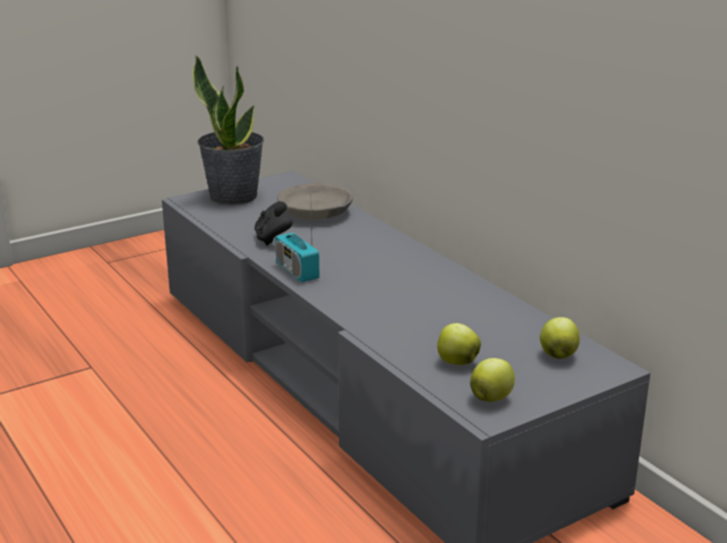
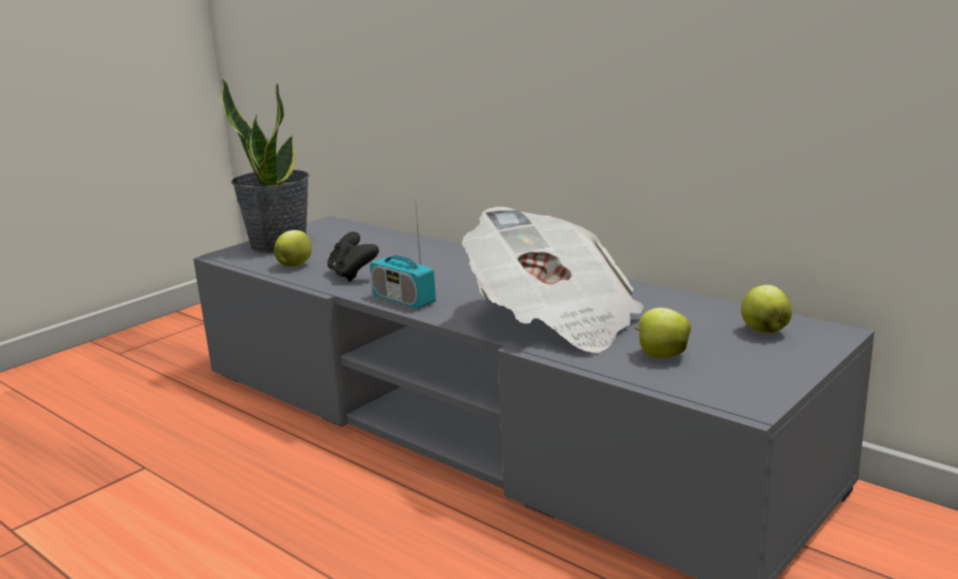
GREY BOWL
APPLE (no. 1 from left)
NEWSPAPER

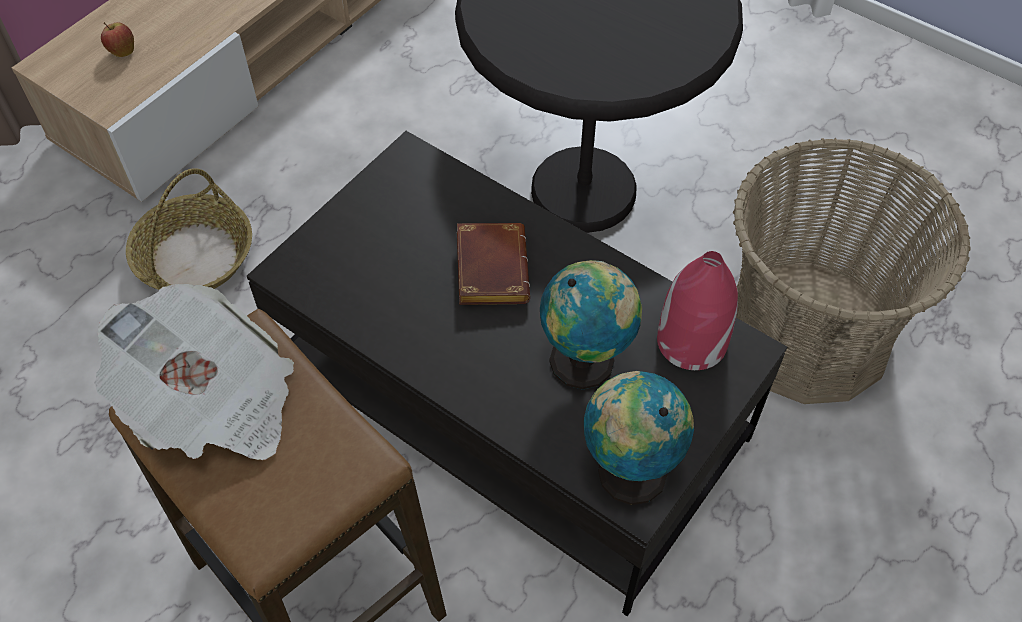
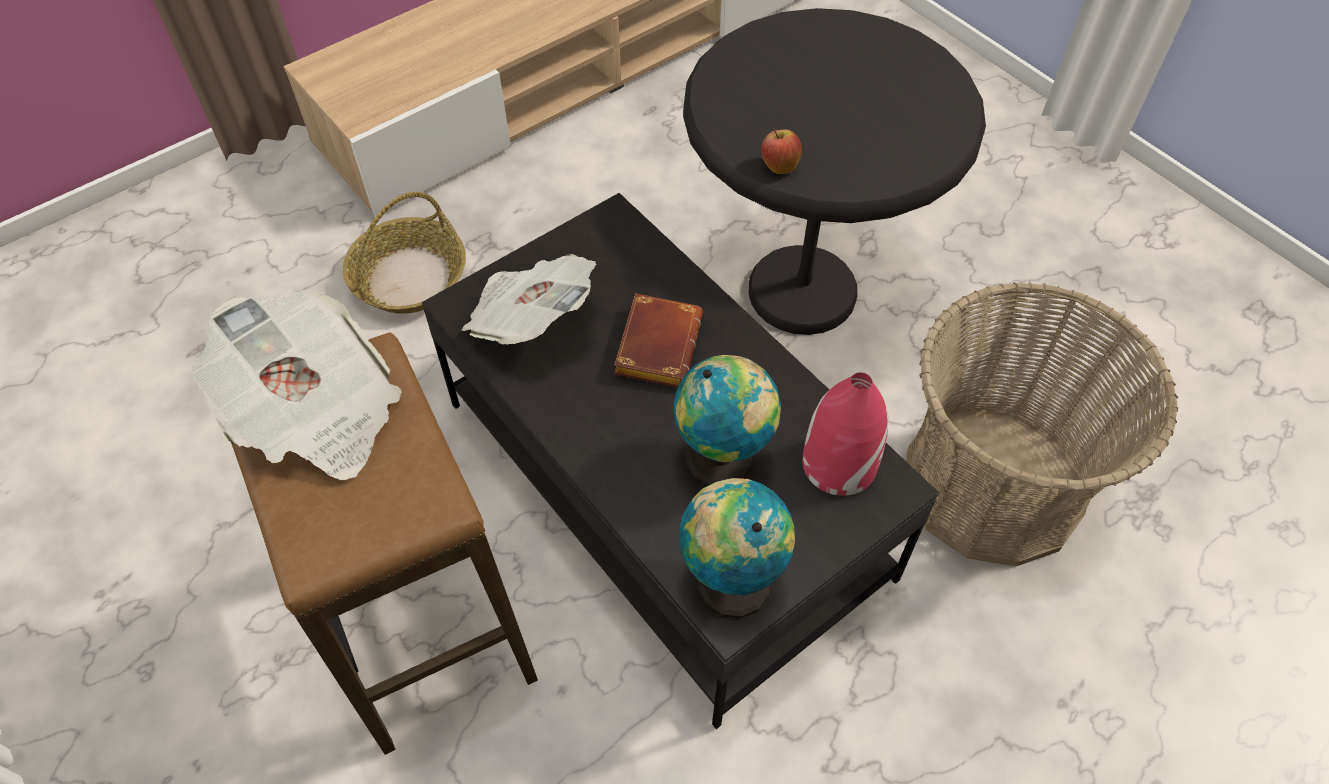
APPLE
NEWSPAPER (no. 2 from left)

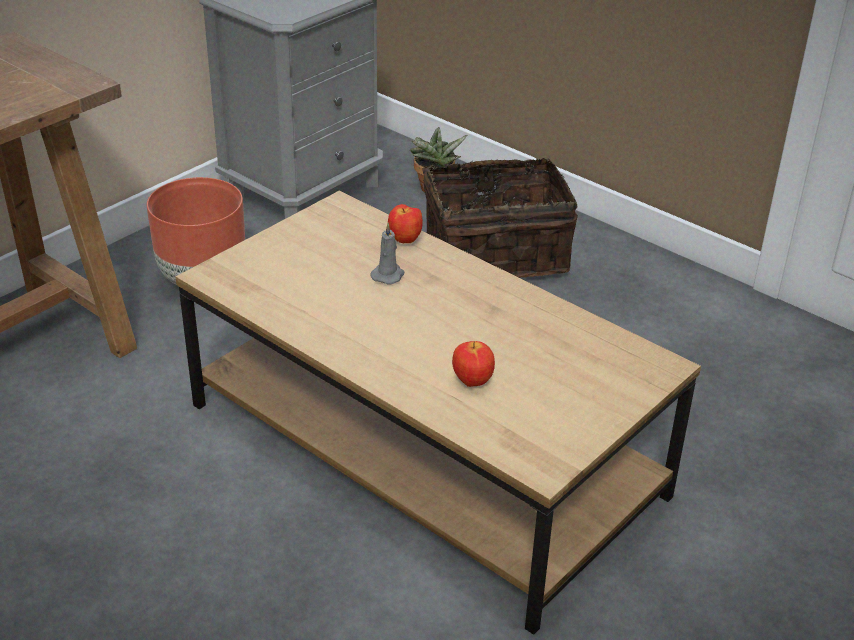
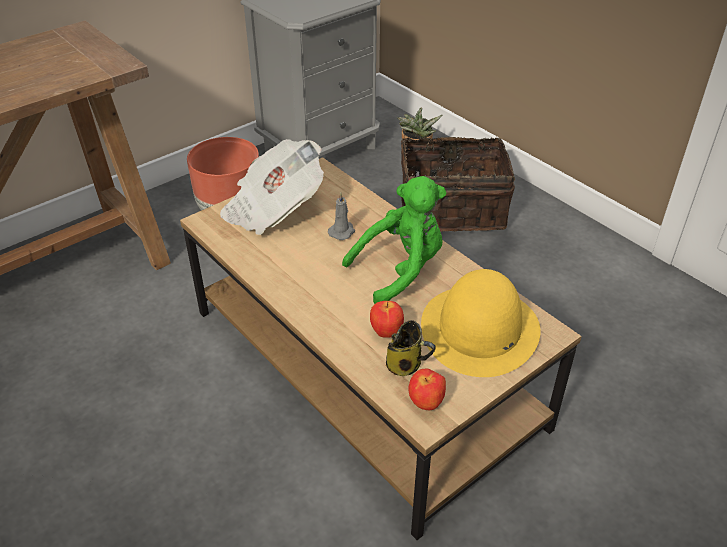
APPLE (no. 2 from left)
NEWSPAPER
GREEN PLUSH TOY
MUG
YELLOW HAT

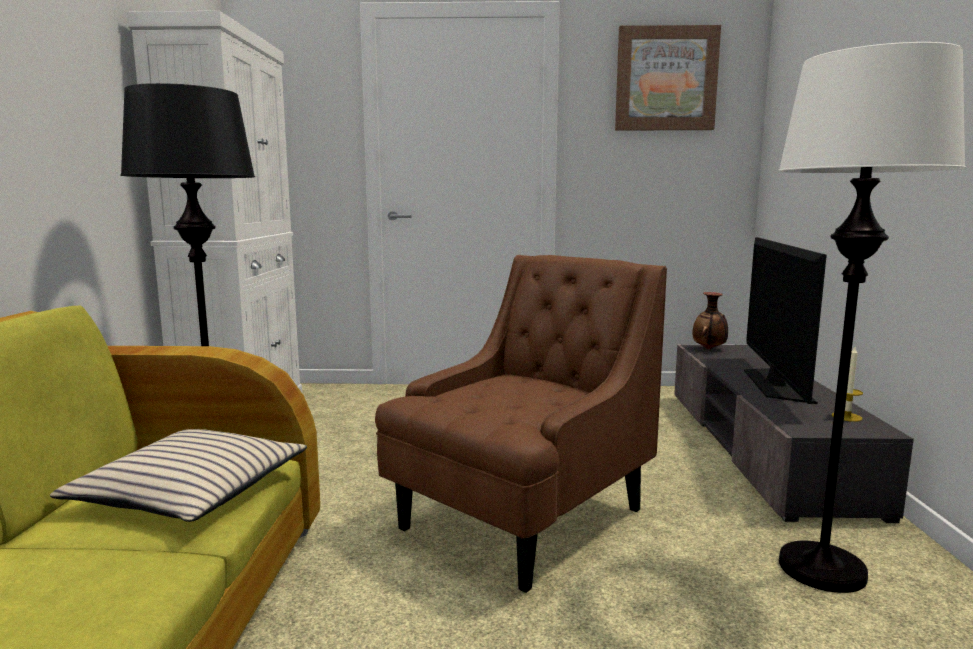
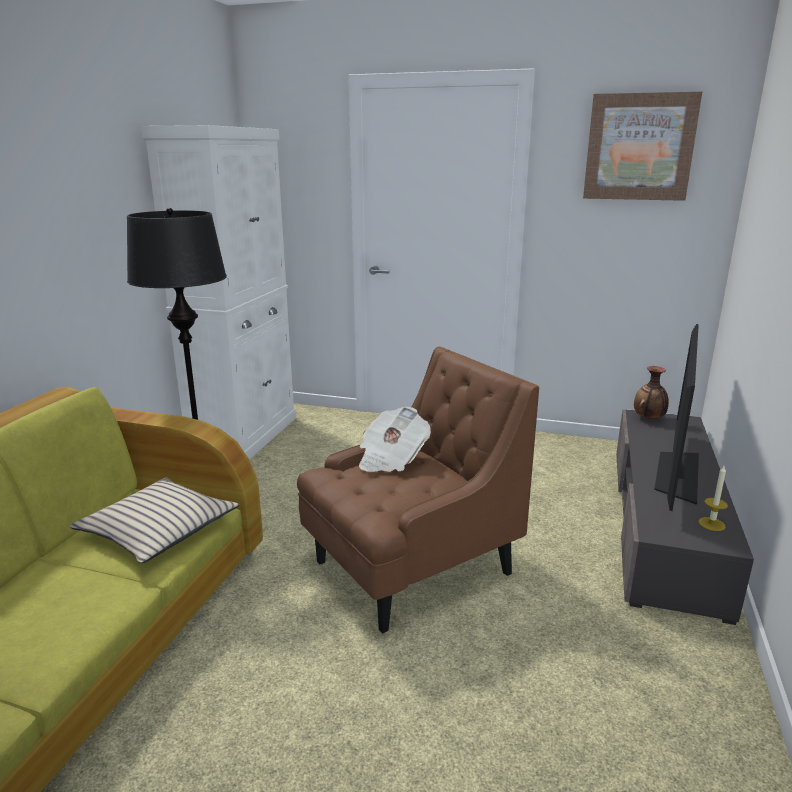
WHITE FLOOR LAMP
NEWSPAPER

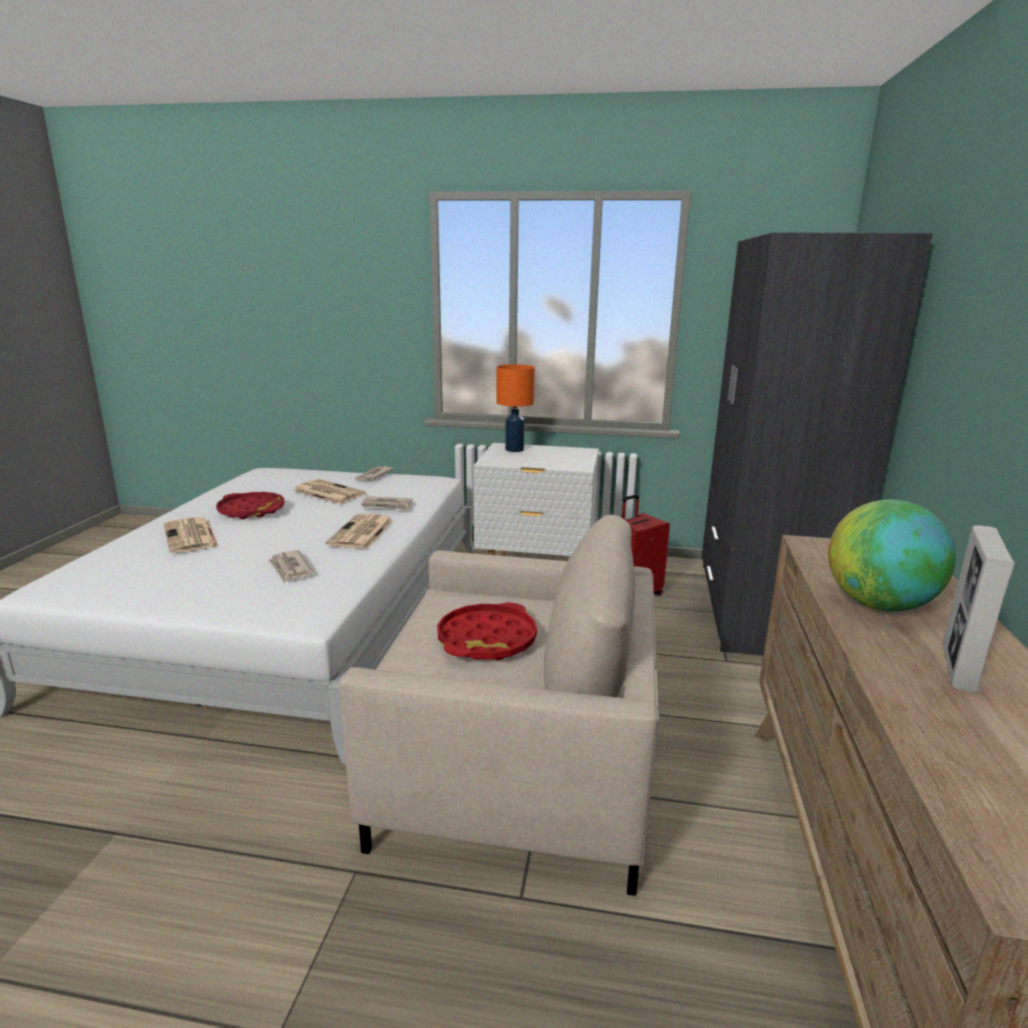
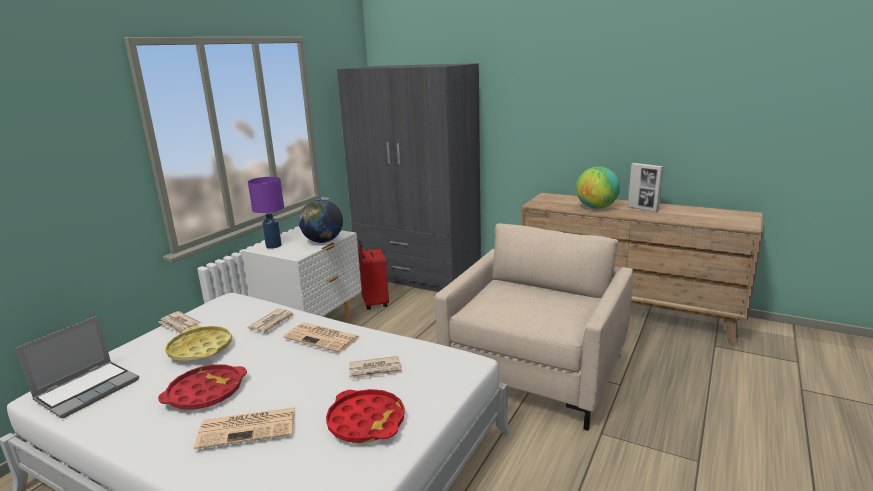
YELLOW TRAY
RED TRAY (no. 2 from left)
PURPLE TABLE LAMP
LAPTOP
GLOBE (no. 1 from left)

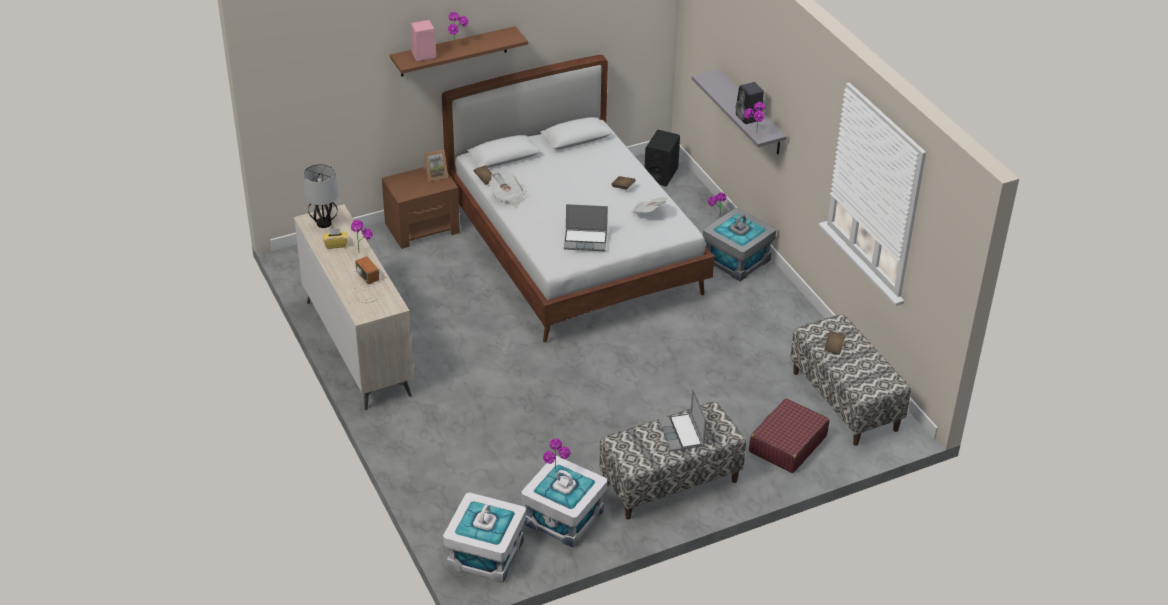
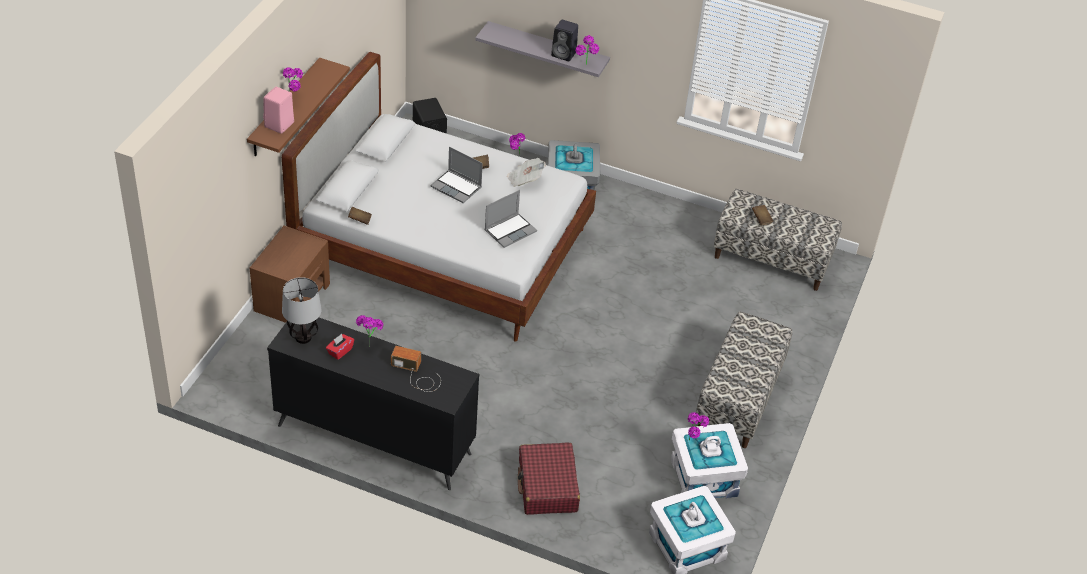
BLACK DRESSER
RED TISSUE BOX
PICTURE FRAME
NEWSPAPER (no. 1 from left in the first image)
LAPTOP (no. 1 from left)
RED SUITCASE

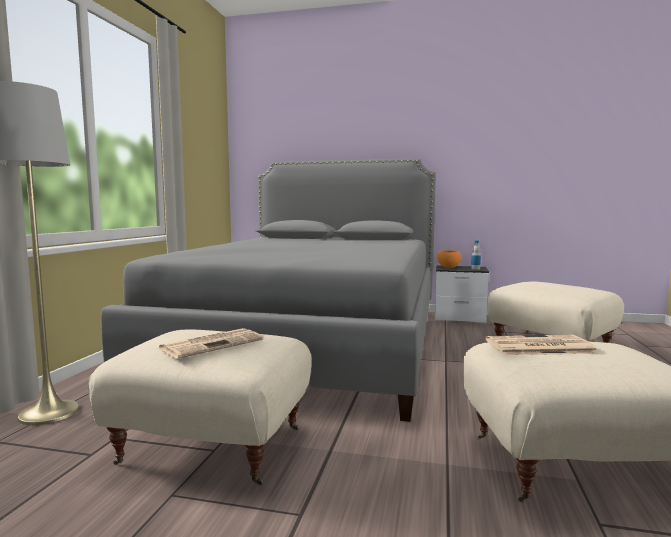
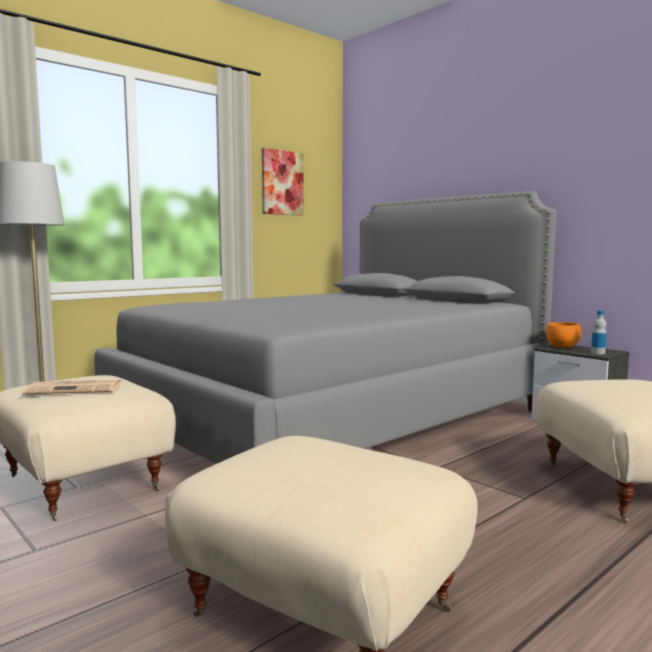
NEWSPAPER (no. 2 from left in the first image)
PICTURE

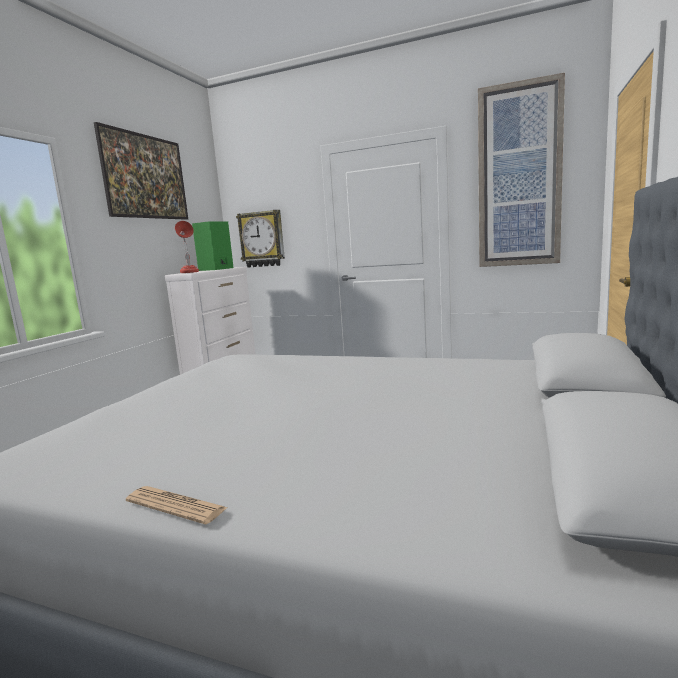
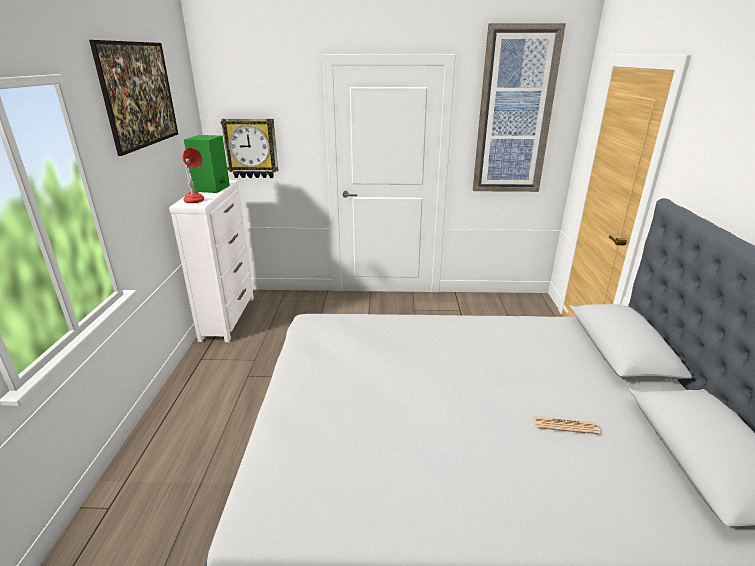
NEWSPAPER

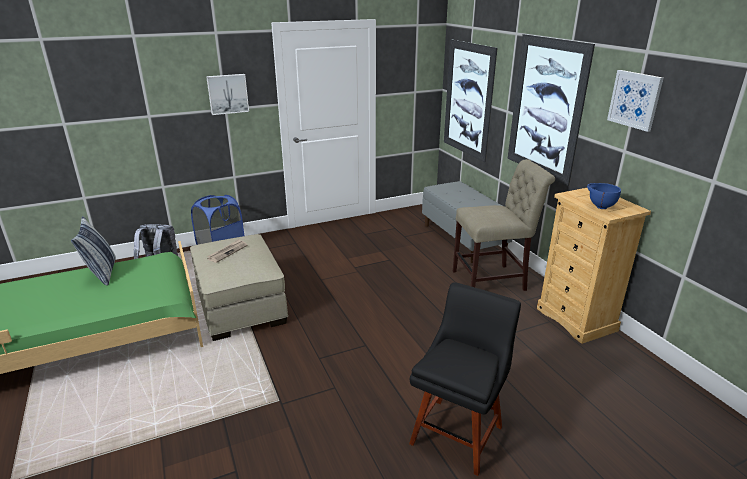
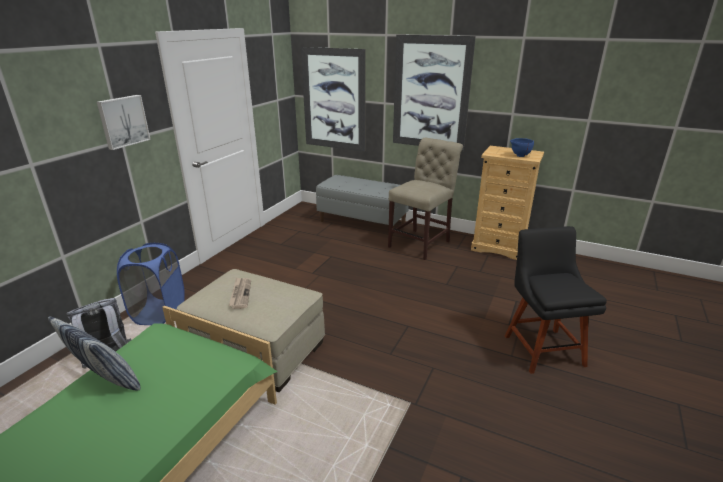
PICTURE (no. 4 from left in the first image)

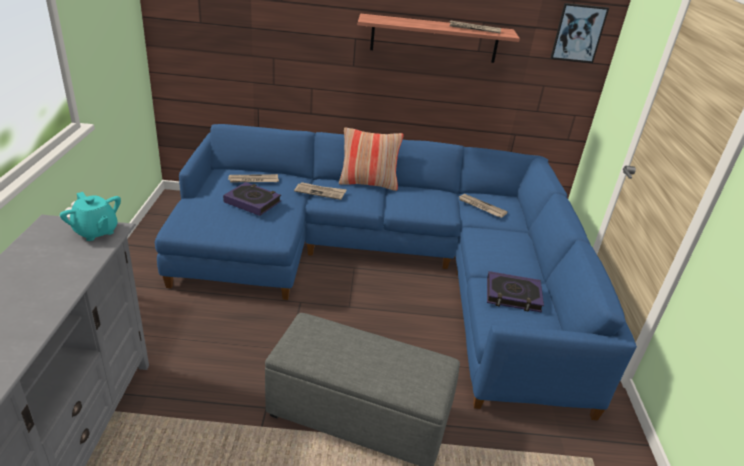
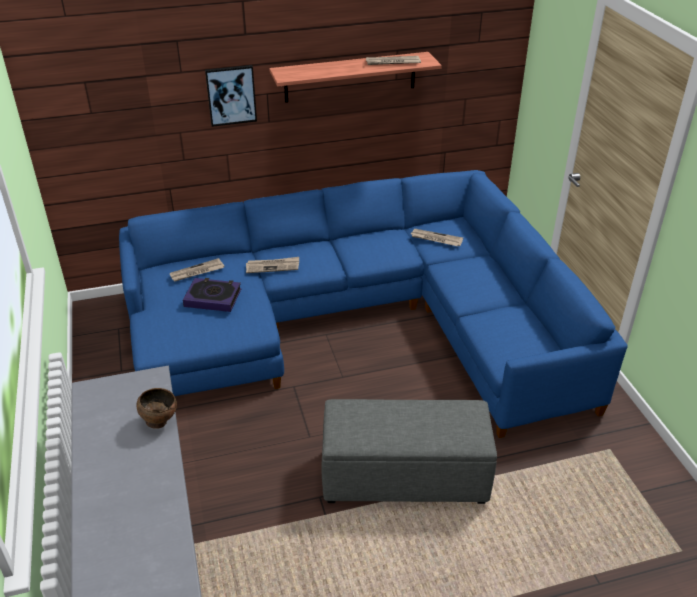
TURQUOISE TEAPOT
PILLOW
BOOK (no. 2 from left in the first image)
PICTURE
BROWN BOWL

